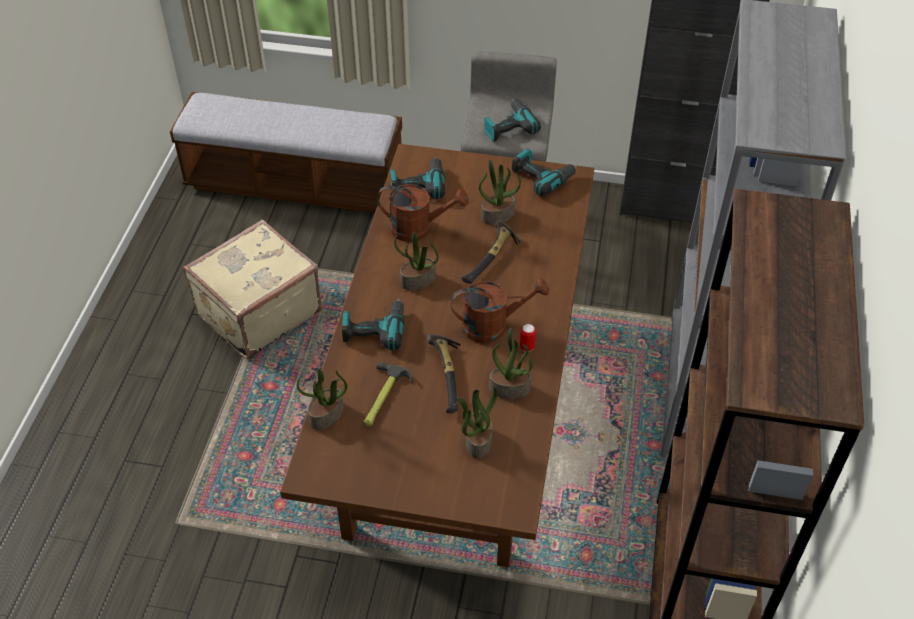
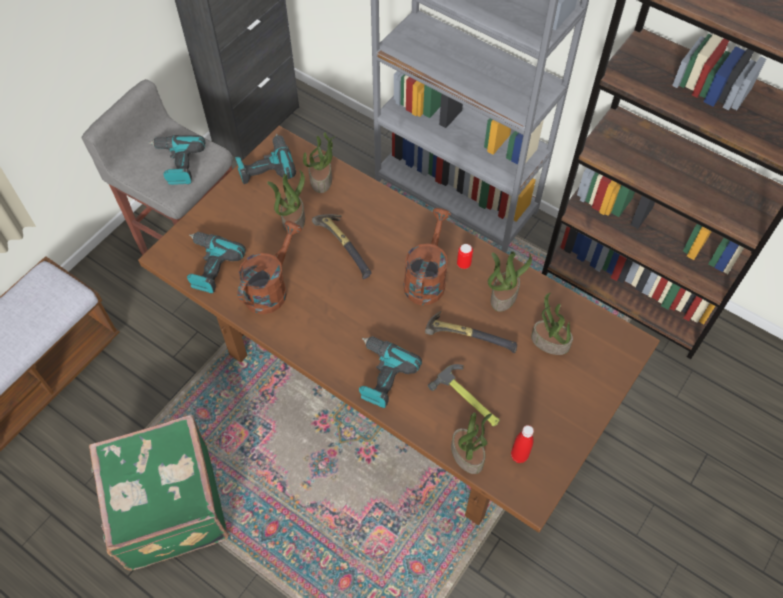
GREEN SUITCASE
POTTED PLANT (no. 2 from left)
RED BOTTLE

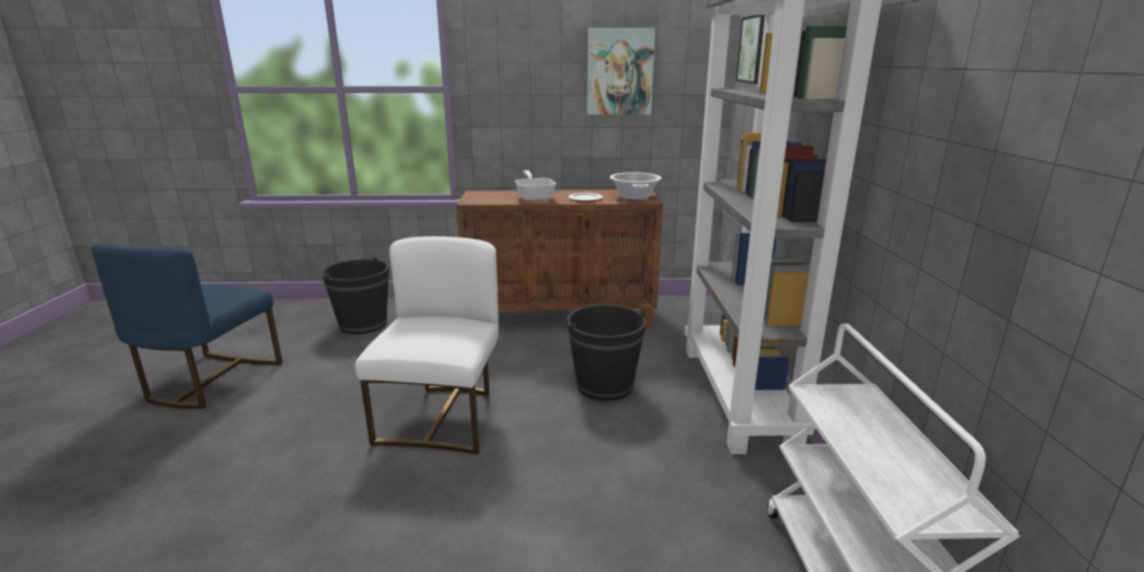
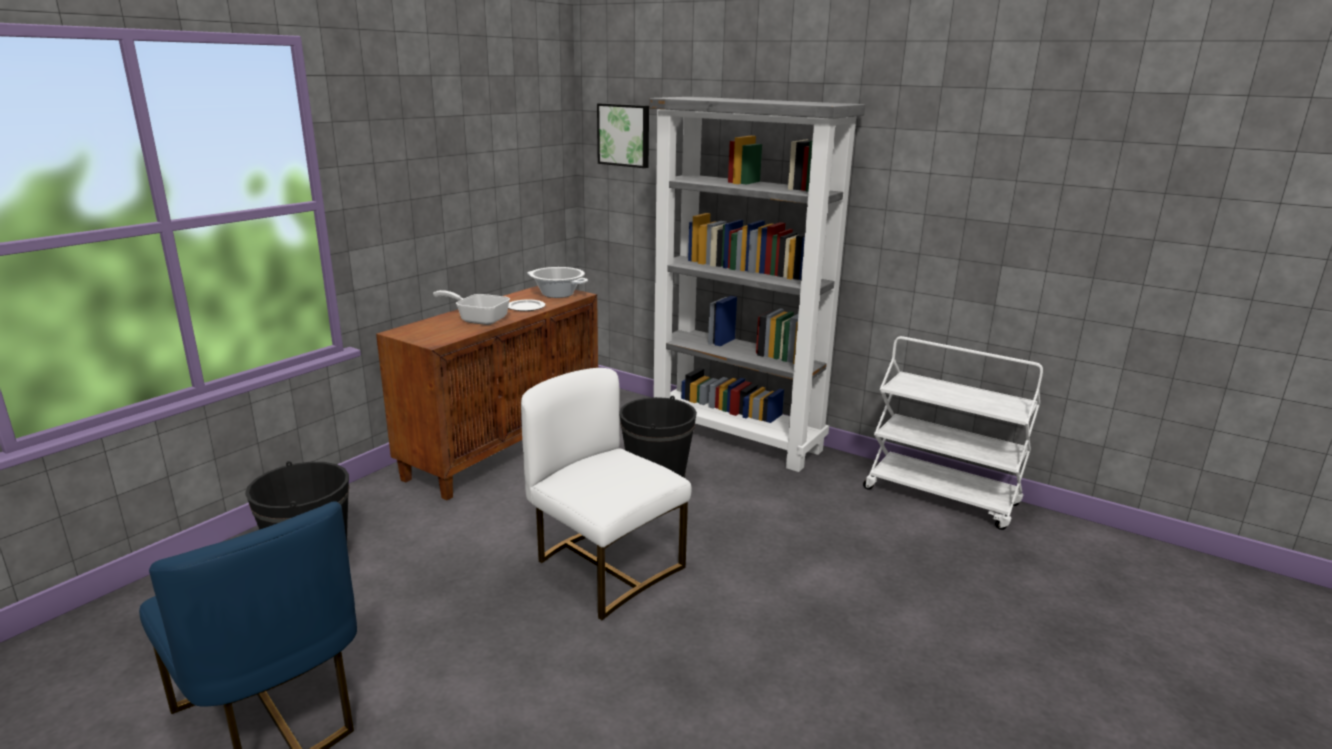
PICTURE (no. 1 from left in the first image)

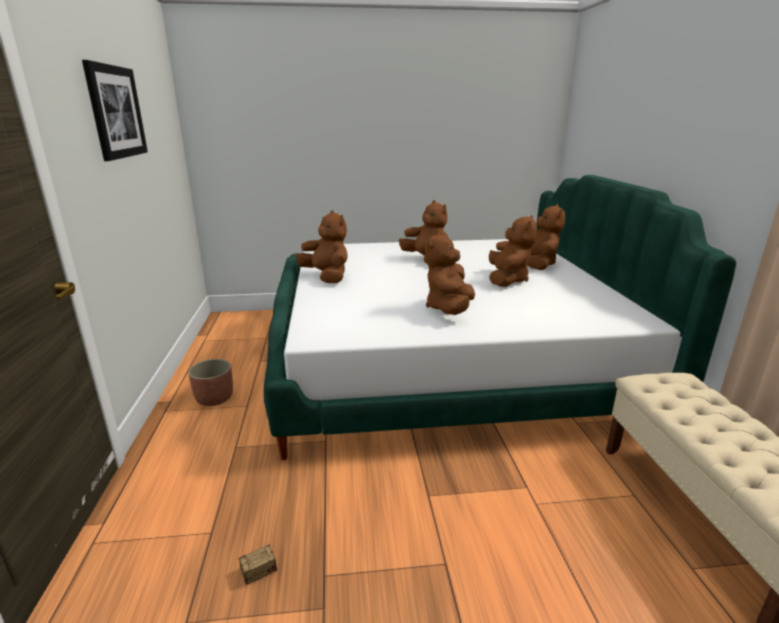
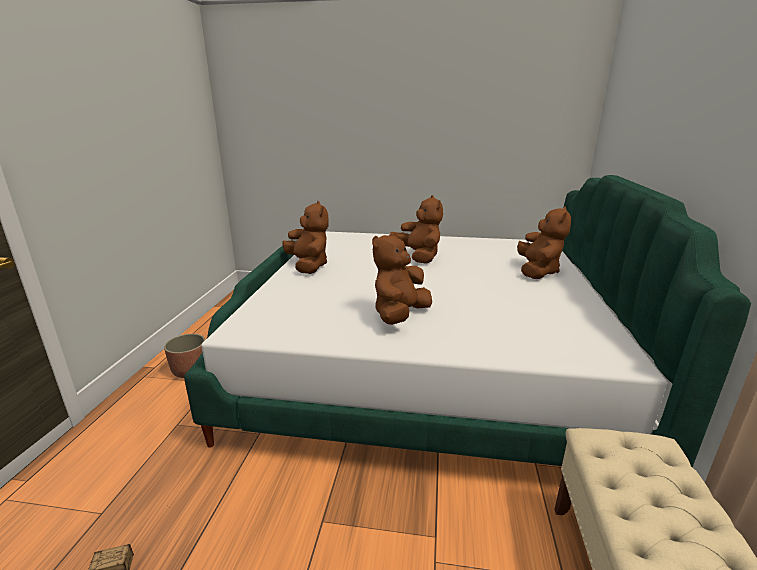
PICTURE
BROWN PLUSH TOY (no. 4 from left in the first image)

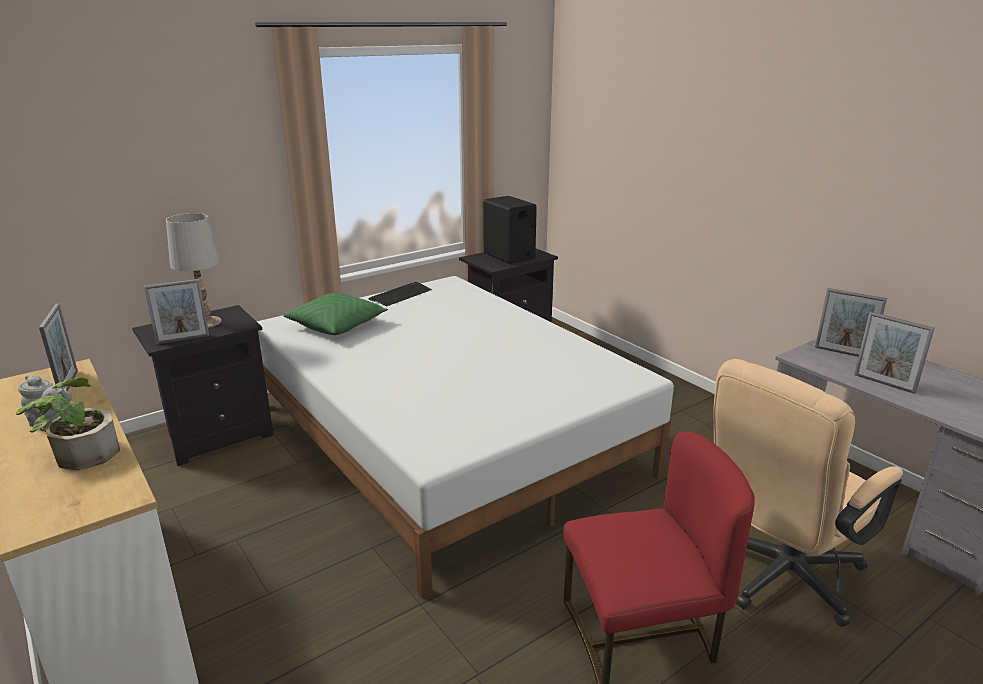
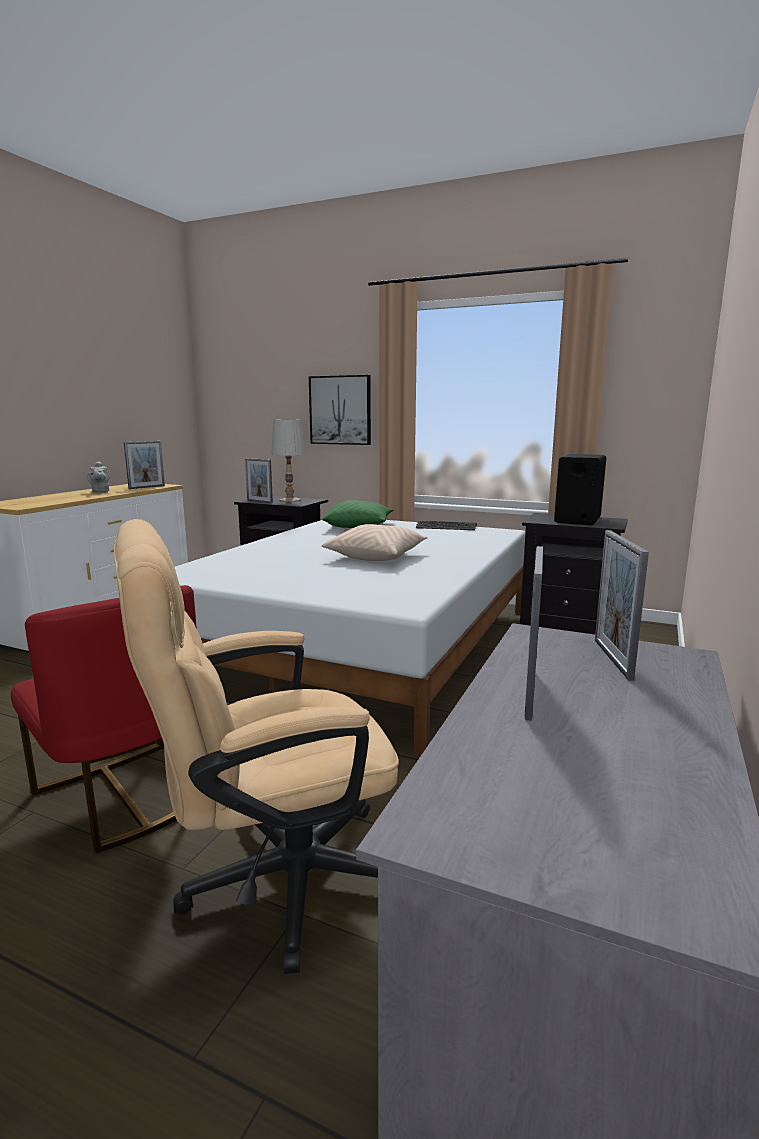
POTTED PLANT
BEIGE OFFICE CHAIR
PICTURE
BEIGE PILLOW

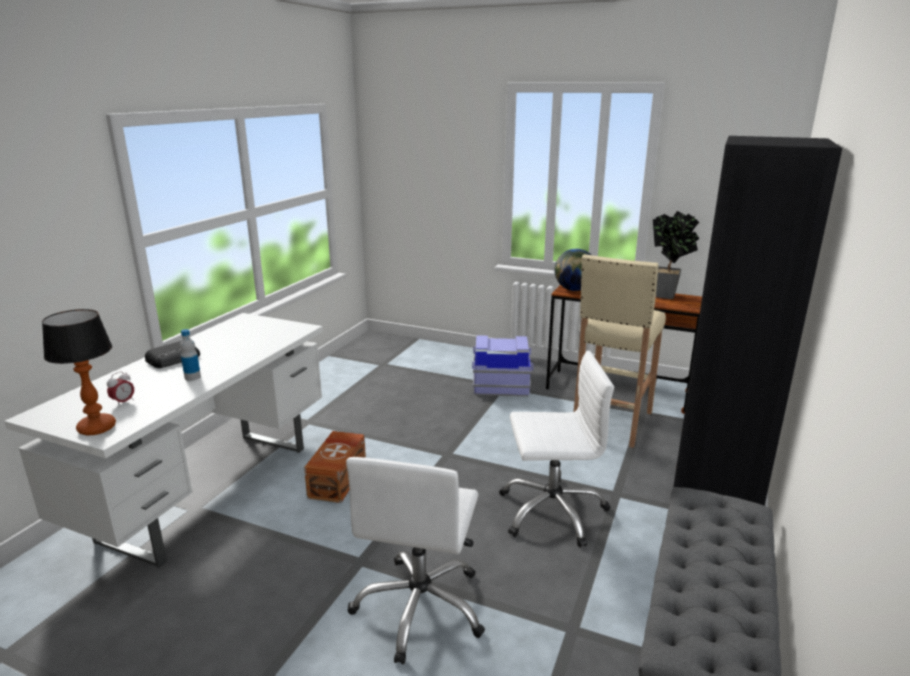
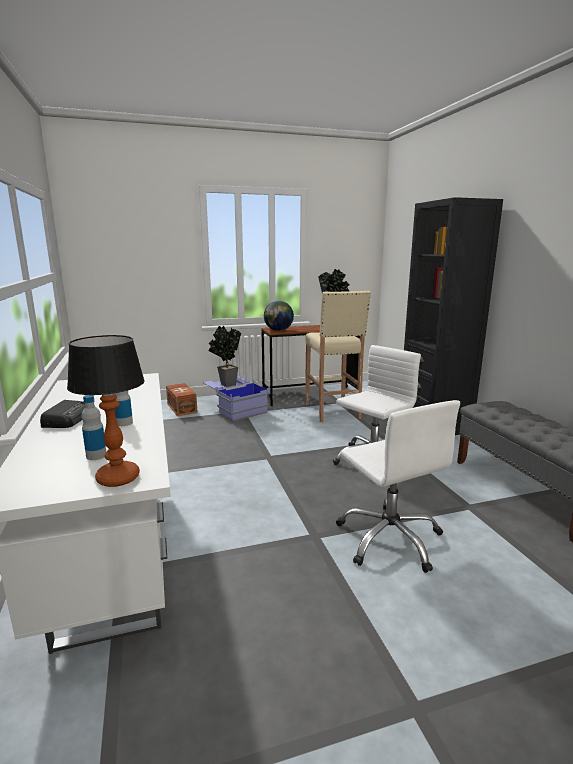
BOTTLE (no. 1 from left)
BROWN STORAGE BOX
POTTED PLANT (no. 1 from left)

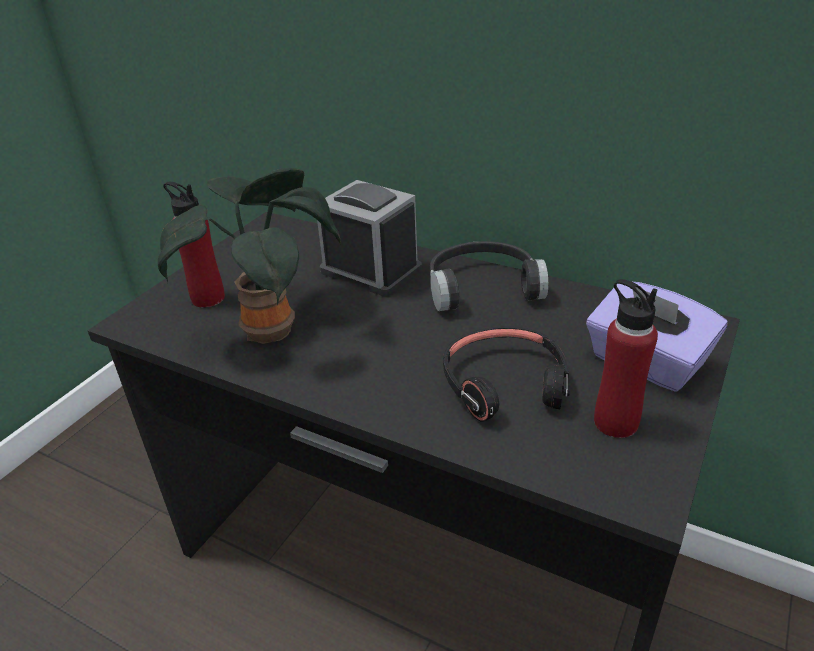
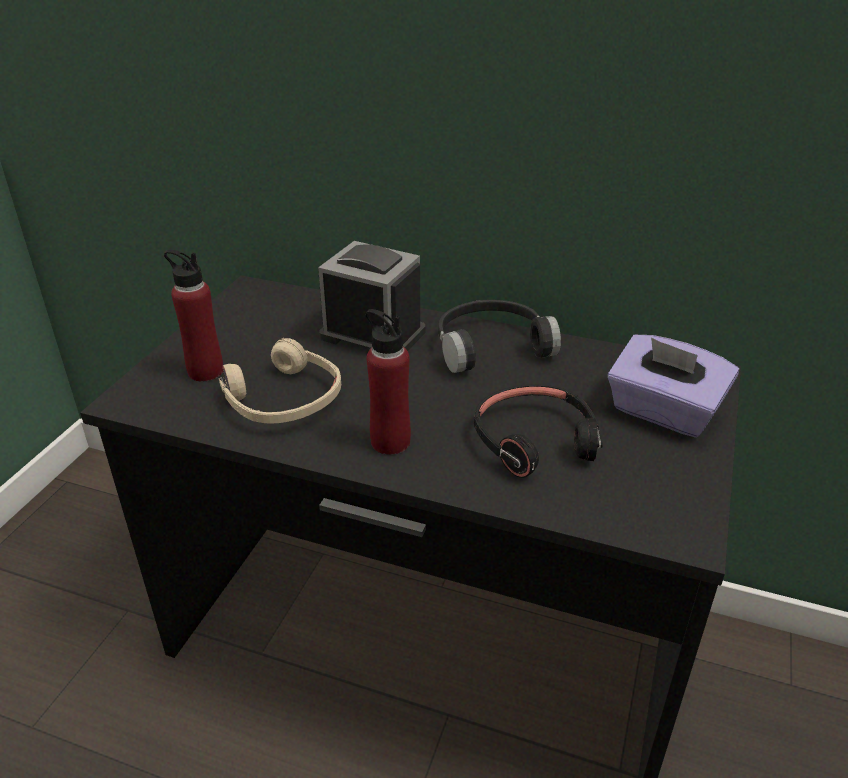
BEIGE HEADPHONES
RED BOTTLE (no. 2 from left)

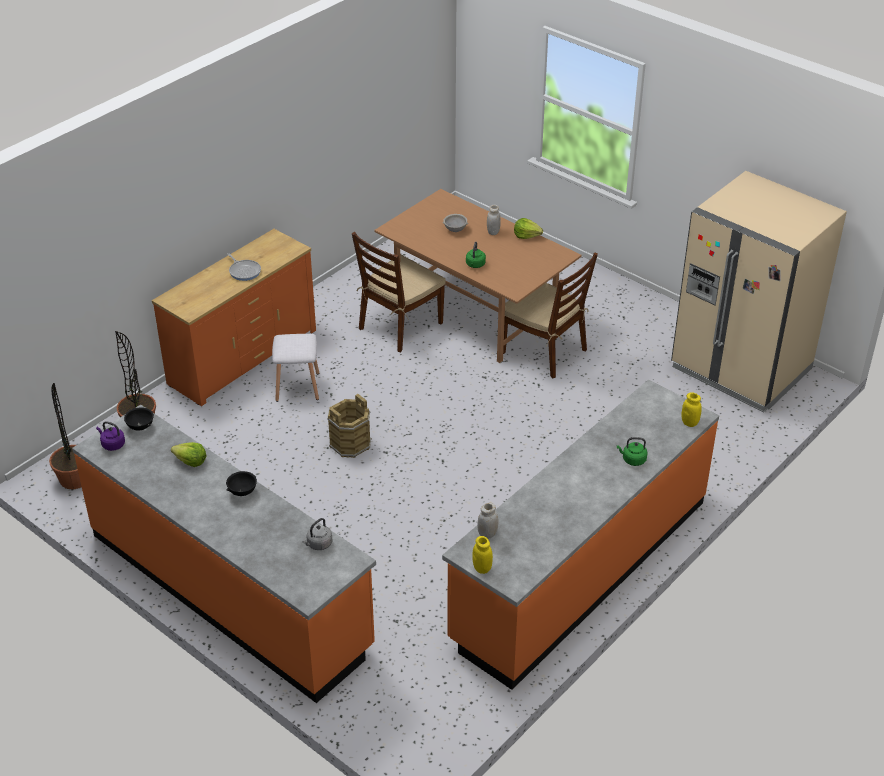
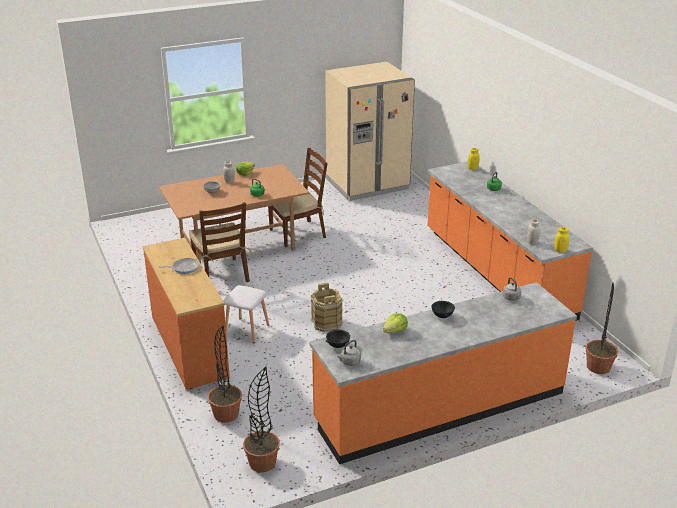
GREY KETTLE (no. 1 from left)
POTTED PLANT (no. 3 from left)

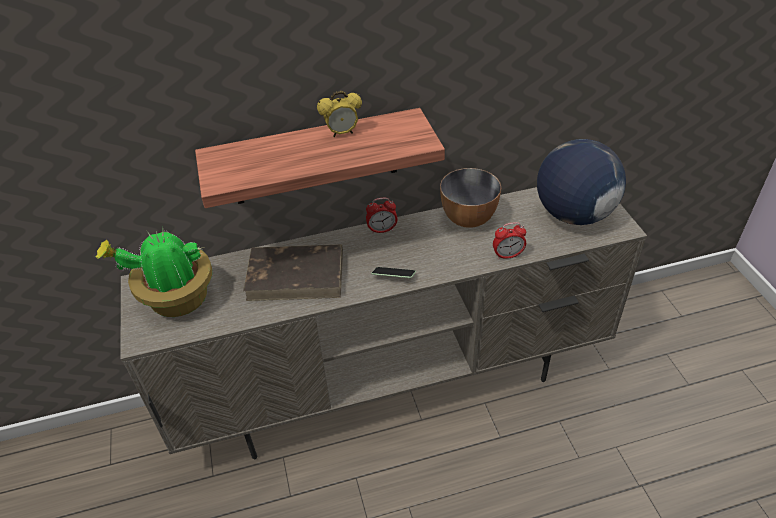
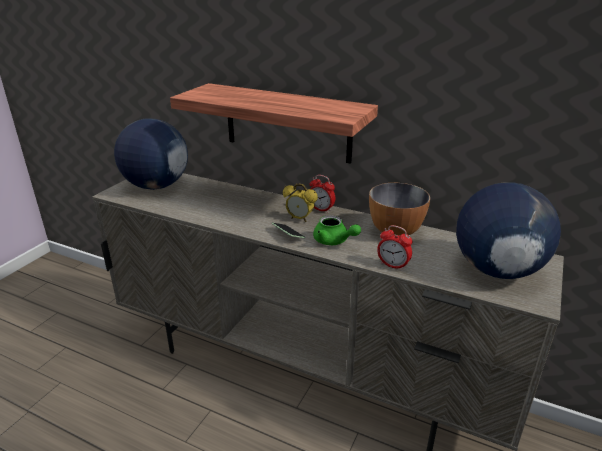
GLOBE (no. 1 from left)
BROWN BOOK
ALARM CLOCK (no. 1 from left)
GREEN TEAPOT

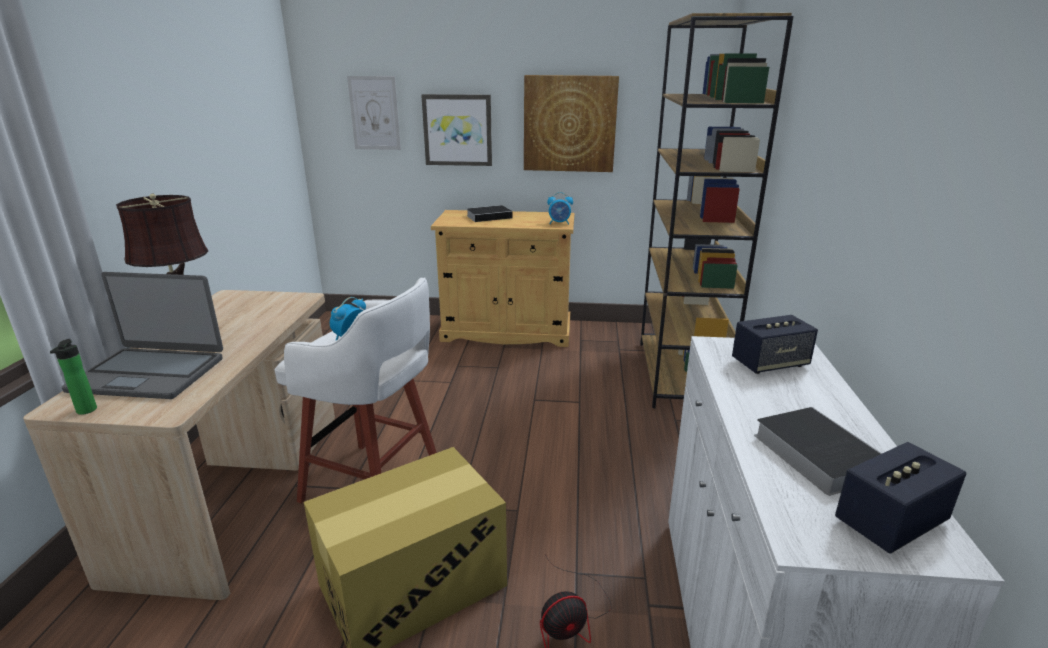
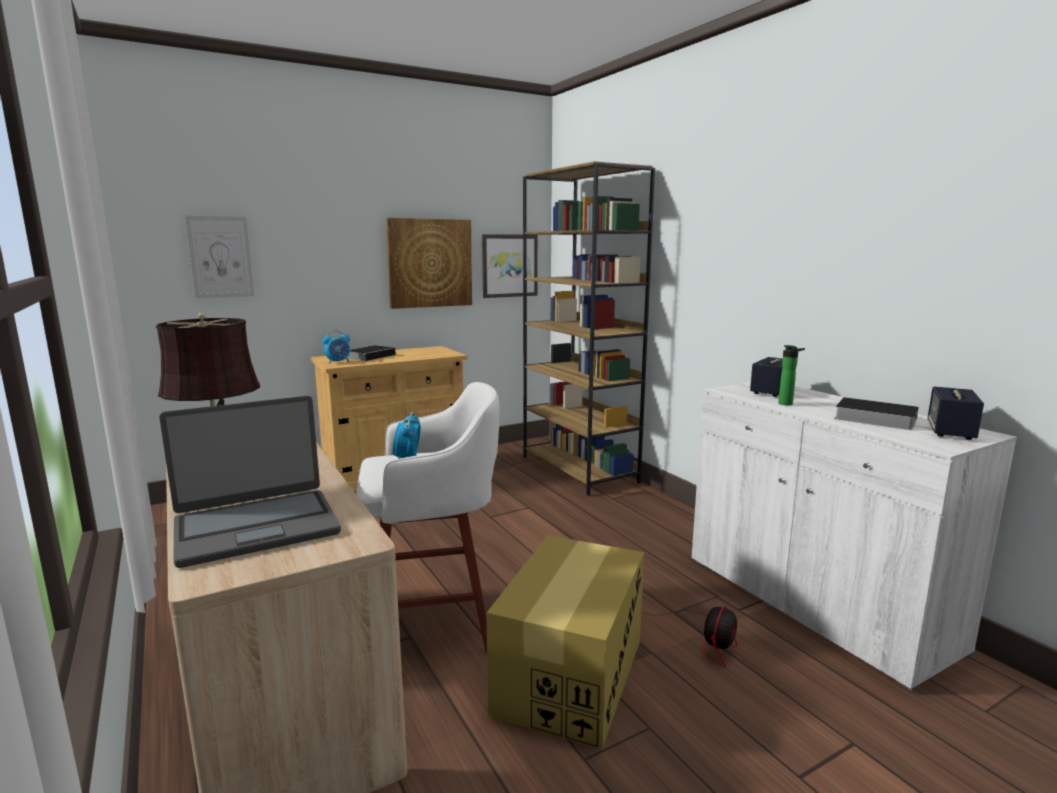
BOTTLE
PICTURE (no. 3 from left)
ALARM CLOCK (no. 1 from left)

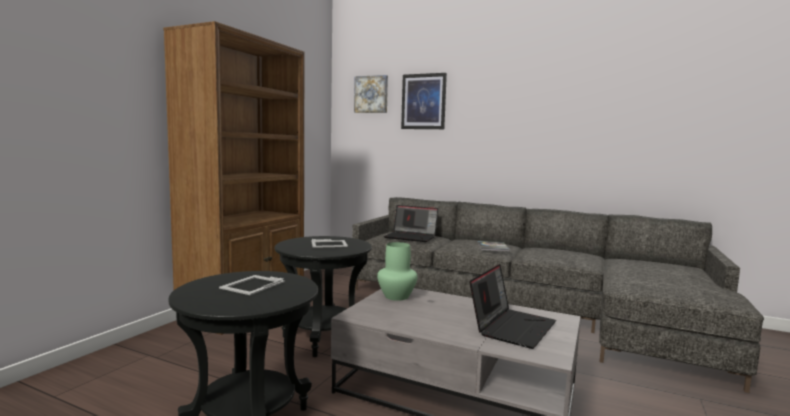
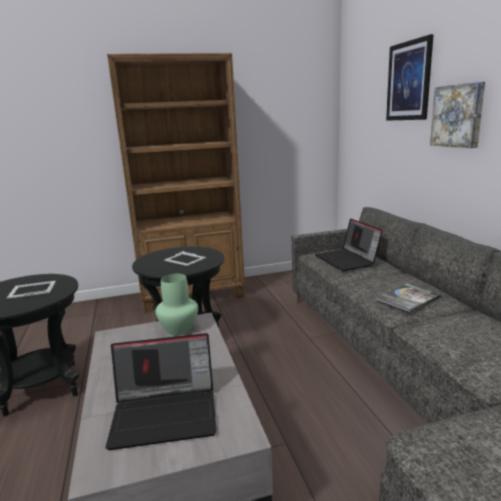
PICTURE (no. 2 from left)

